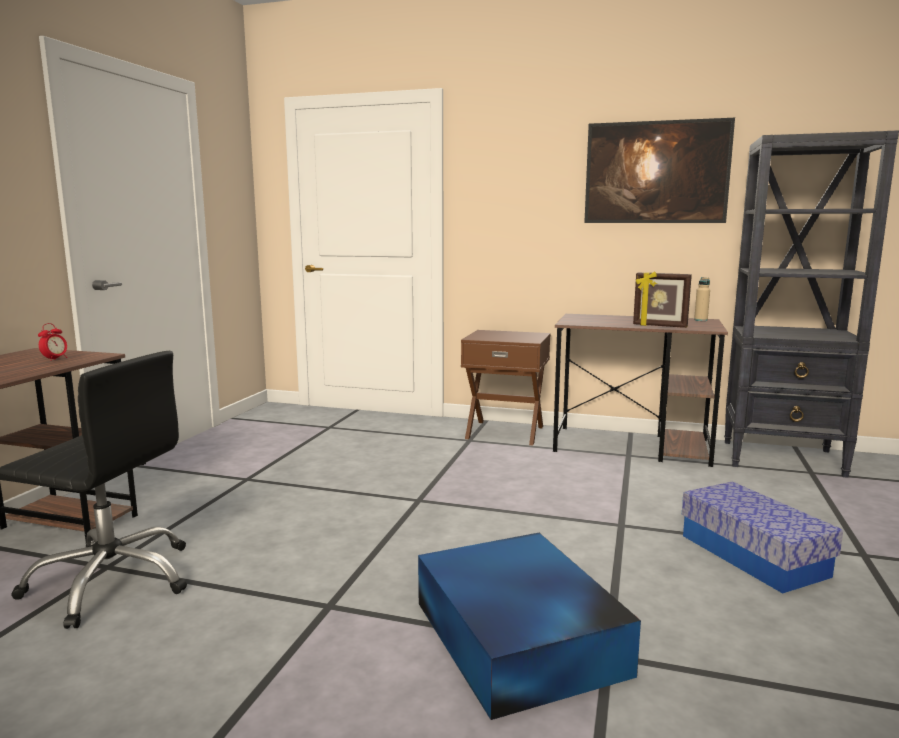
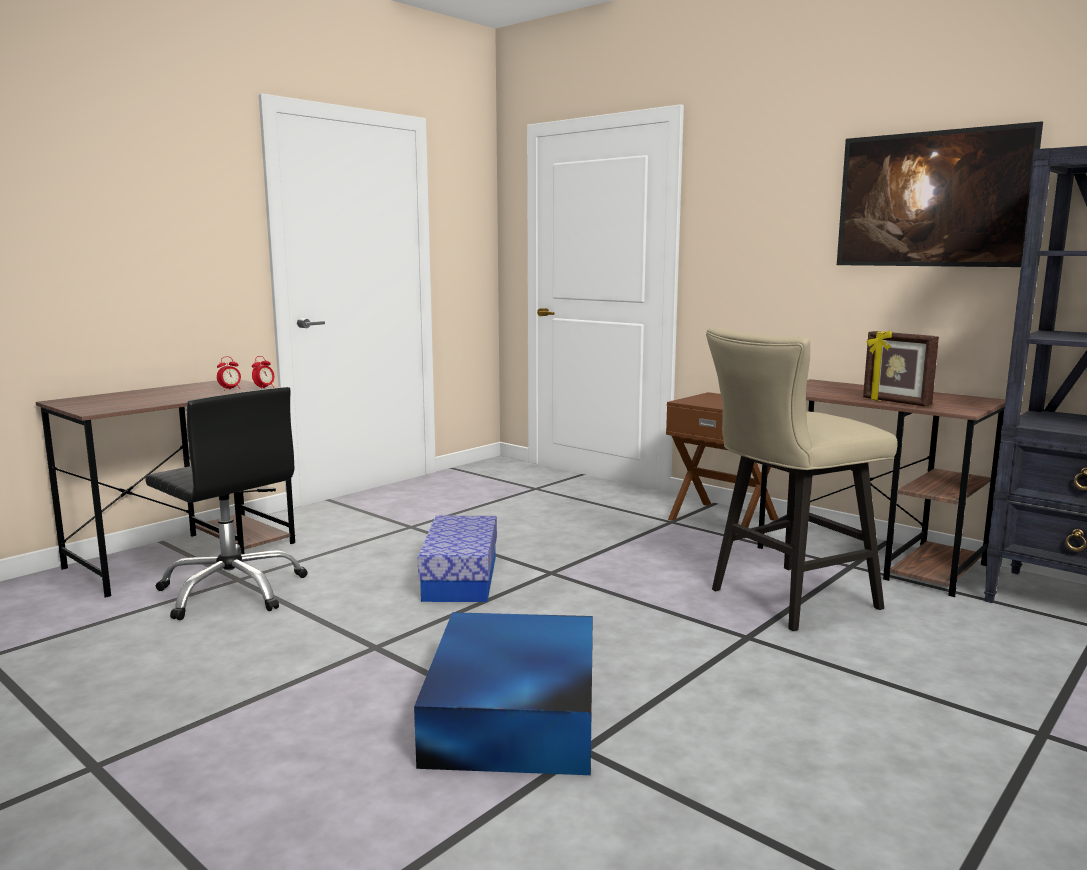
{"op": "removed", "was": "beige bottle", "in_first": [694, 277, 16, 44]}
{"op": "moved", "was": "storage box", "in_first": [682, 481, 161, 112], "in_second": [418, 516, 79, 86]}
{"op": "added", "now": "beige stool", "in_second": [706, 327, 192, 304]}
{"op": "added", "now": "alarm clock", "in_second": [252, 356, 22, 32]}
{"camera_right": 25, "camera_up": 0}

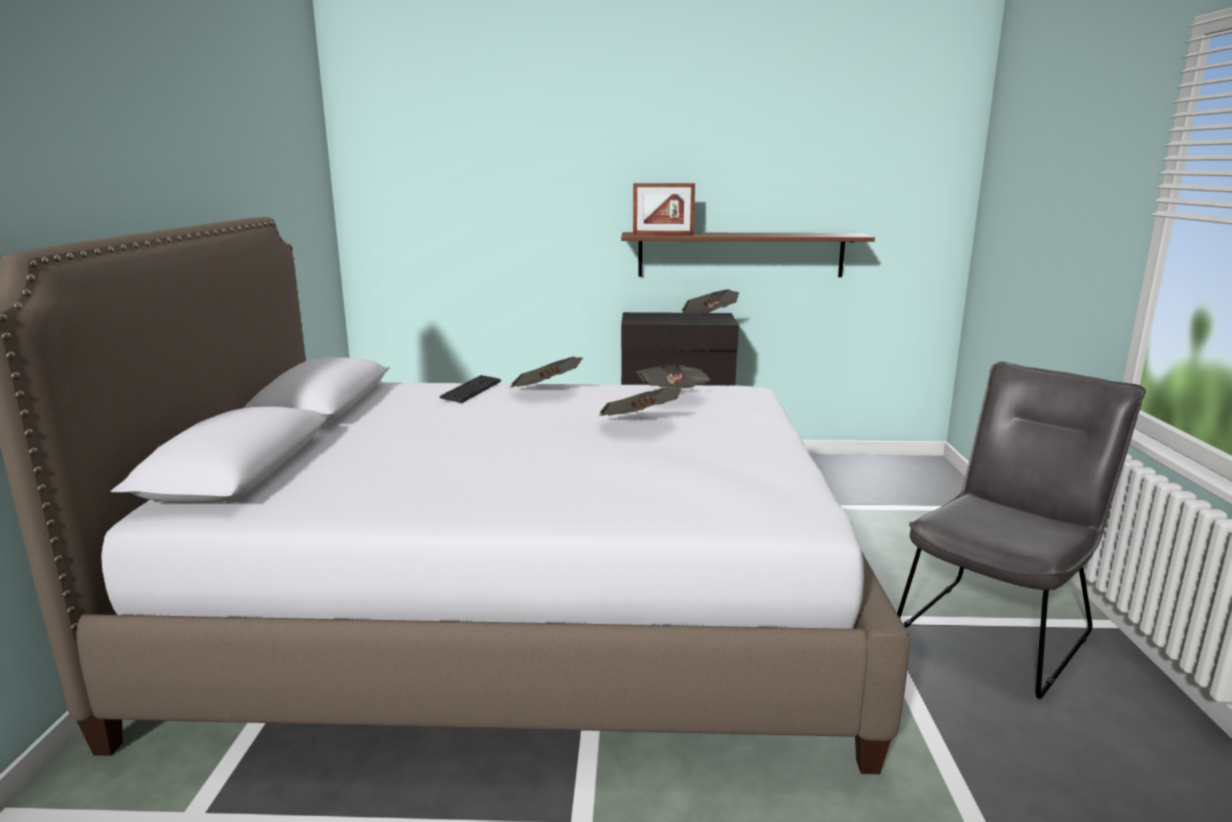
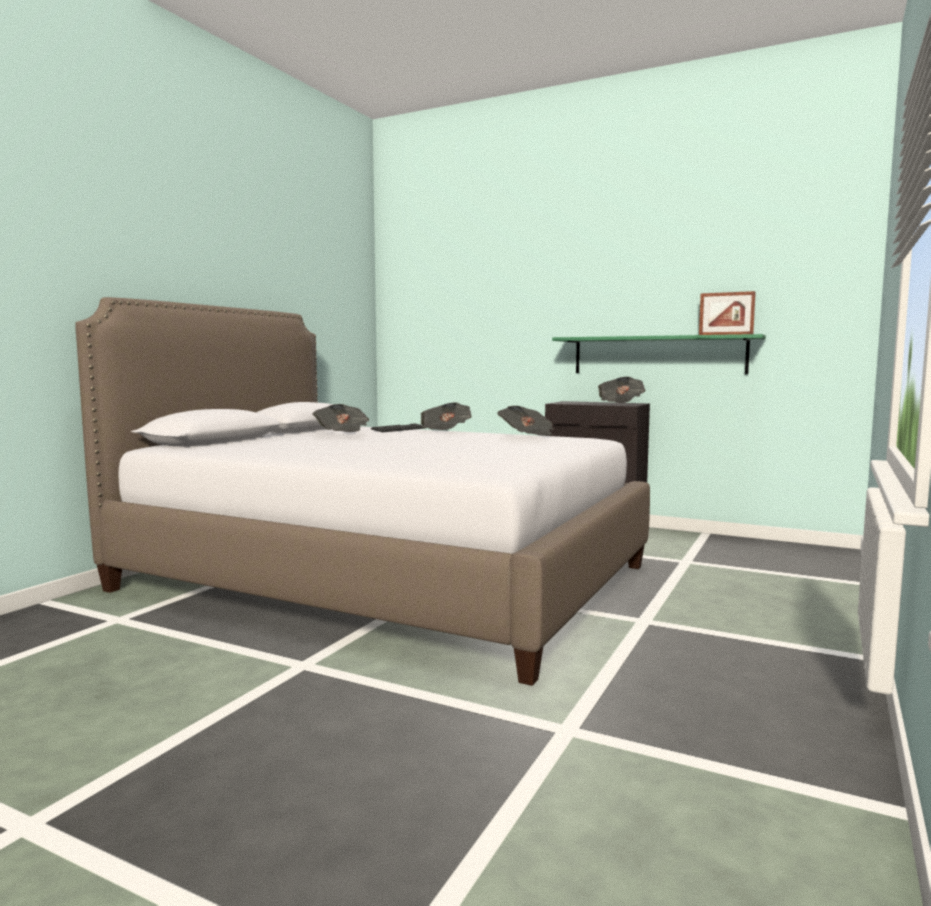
{"op": "moved", "was": "picture frame", "in_first": [633, 183, 62, 52], "in_second": [699, 291, 57, 44]}
{"op": "recoloured", "was": "brown shelf", "now": "green shelf", "in_first": [621, 232, 254, 45], "in_second": [552, 334, 214, 40]}
{"op": "removed", "was": "grey chair", "in_first": [897, 361, 249, 338]}
{"op": "moved", "was": "newspaper", "in_first": [600, 387, 82, 29], "in_second": [313, 404, 56, 28]}
{"camera_right": 25, "camera_up": -10}

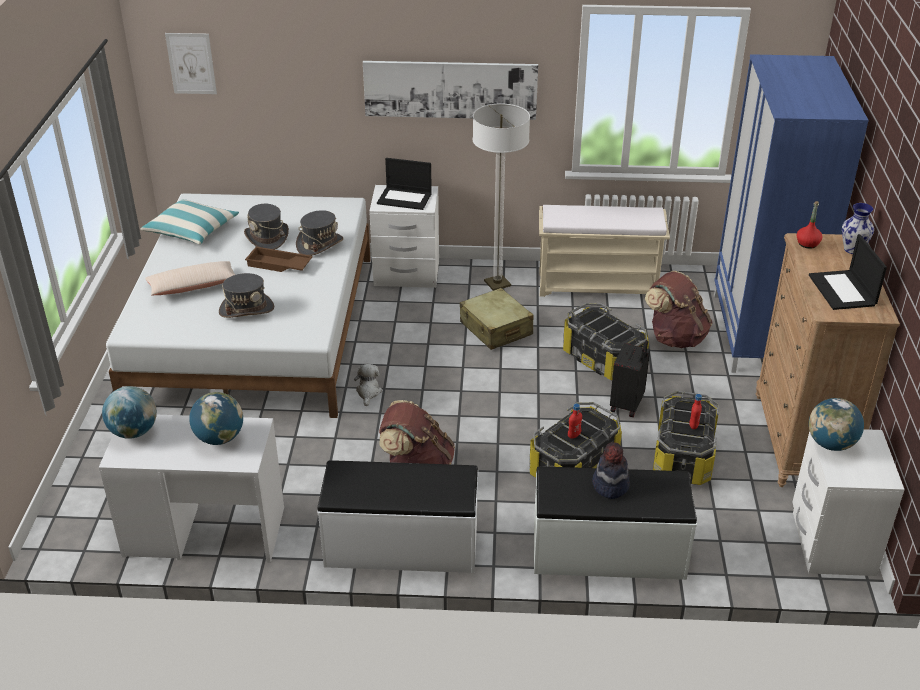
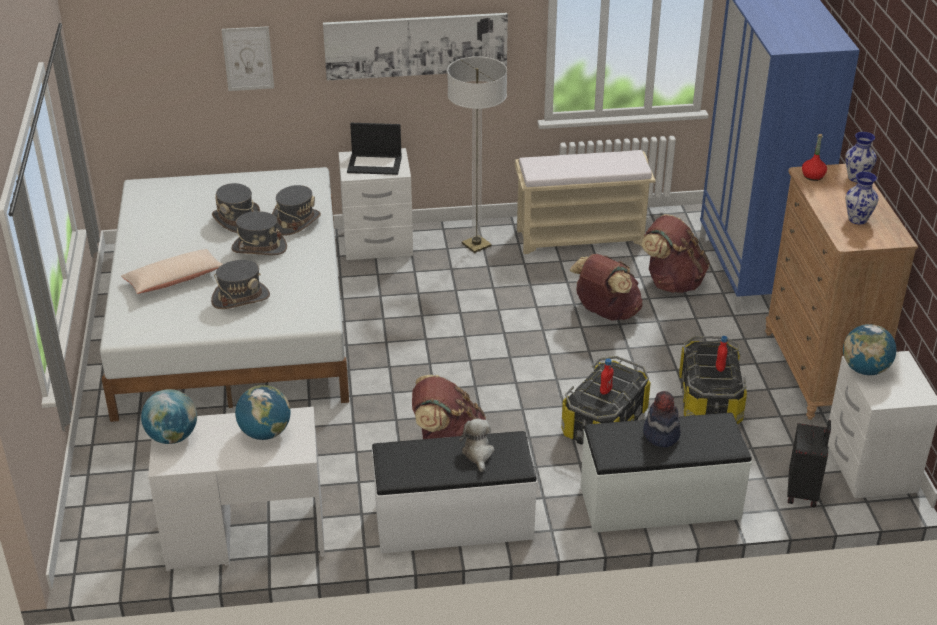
{"op": "moved", "was": "picture", "in_first": [165, 33, 52, 61], "in_second": [221, 26, 53, 65]}
{"op": "removed", "was": "pillow", "in_first": [140, 199, 99, 46]}
{"op": "replaced", "was": "laptop", "now": "vase", "in_first": [809, 234, 78, 76], "in_second": [846, 172, 32, 52]}
{"op": "replaced", "was": "brown tray", "now": "grey hat", "in_first": [245, 247, 68, 25], "in_second": [231, 211, 56, 44]}
{"op": "removed", "was": "beige suitcase", "in_first": [460, 288, 74, 62]}
{"op": "replaced", "was": "storage box", "now": "brown backpack", "in_first": [563, 303, 86, 77], "in_second": [570, 254, 73, 67]}
{"op": "moved", "was": "black suitcase", "in_first": [610, 340, 40, 77], "in_second": [787, 420, 44, 87]}
{"op": "moved", "was": "plush toy", "in_first": [354, 364, 28, 42], "in_second": [459, 419, 36, 53]}
{"camera_right": -10, "camera_up": 0}

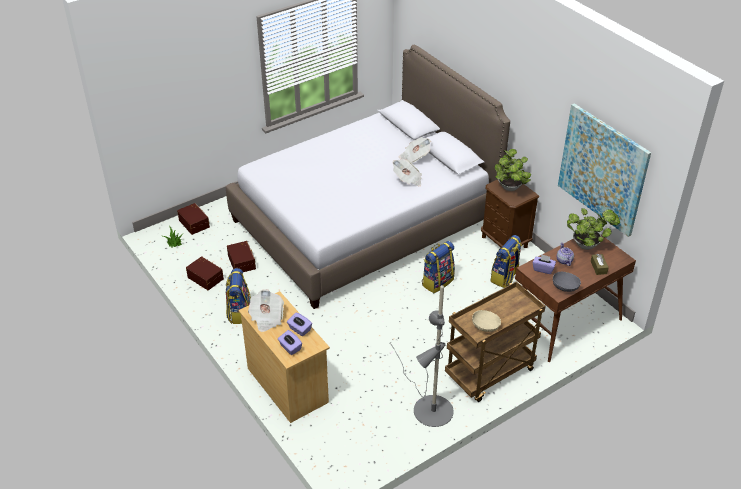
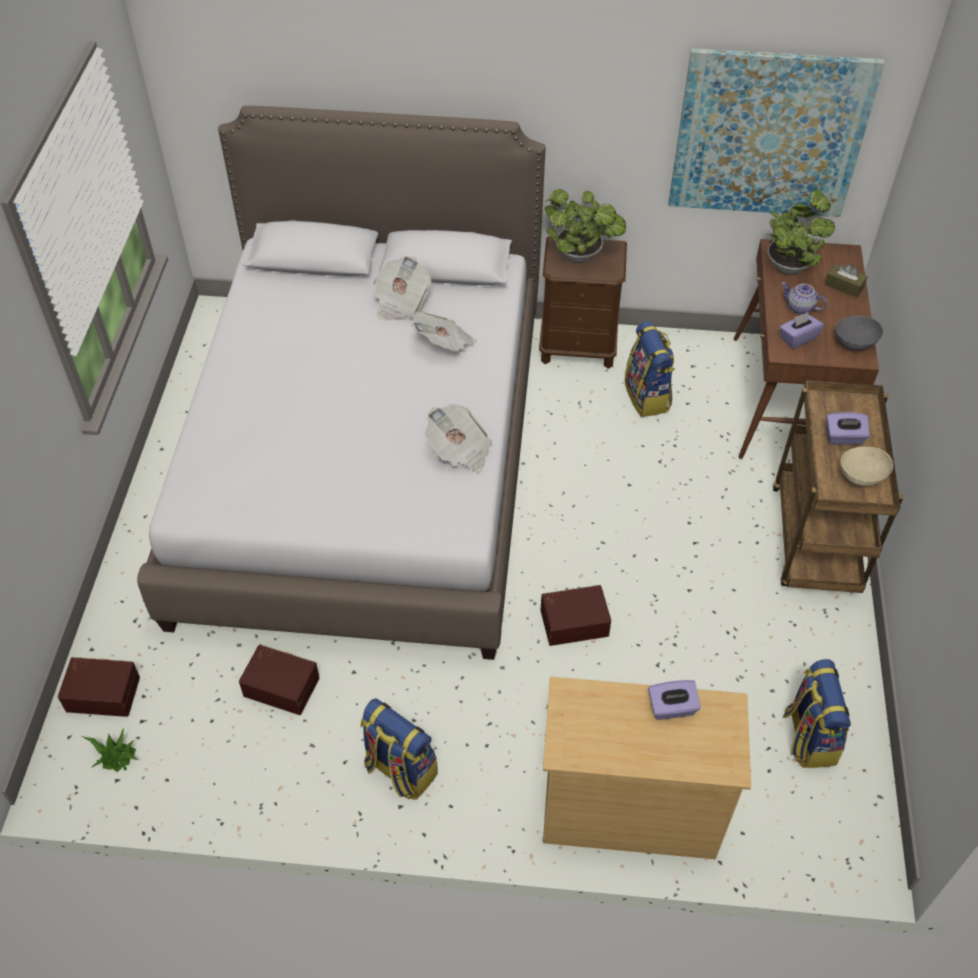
{"op": "moved", "was": "backpack", "in_first": [422, 241, 33, 52], "in_second": [783, 659, 68, 109]}
{"op": "moved", "was": "brown storage box", "in_first": [186, 256, 38, 34], "in_second": [541, 585, 70, 61]}
{"op": "removed", "was": "grey floor lamp", "in_first": [390, 285, 64, 142]}
{"op": "moved", "was": "newspaper", "in_first": [248, 289, 36, 43], "in_second": [425, 405, 67, 67]}
{"op": "moved", "was": "purple tissue box", "in_first": [278, 330, 24, 25], "in_second": [826, 412, 44, 33]}
{"camera_right": -50, "camera_up": 10}

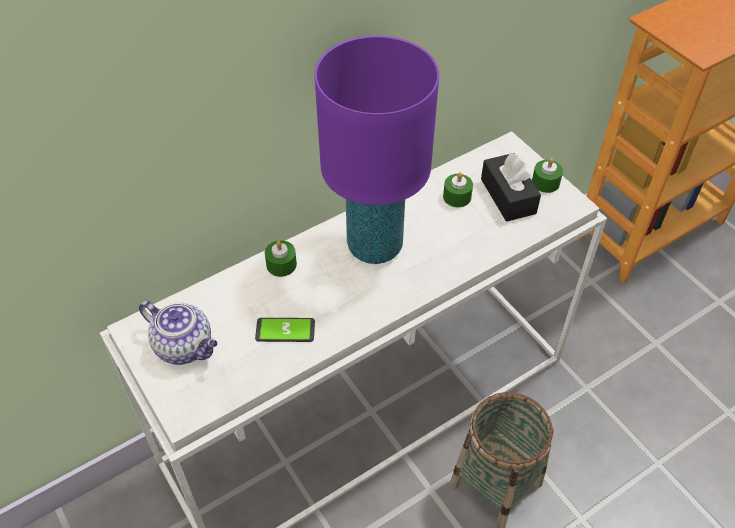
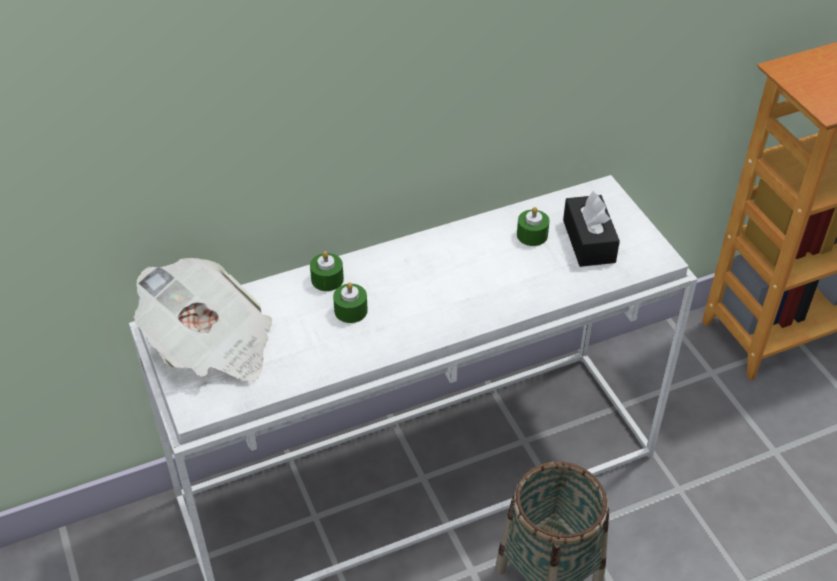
{"op": "removed", "was": "purple table lamp", "in_first": [315, 36, 124, 228]}
{"op": "moved", "was": "green candle", "in_first": [532, 158, 31, 35], "in_second": [333, 282, 35, 41]}
{"op": "replaced", "was": "teapot", "now": "newspaper", "in_first": [139, 300, 79, 65], "in_second": [134, 258, 138, 124]}
{"op": "removed", "was": "phone", "in_first": [255, 318, 60, 24]}
{"camera_right": 10, "camera_up": -5}

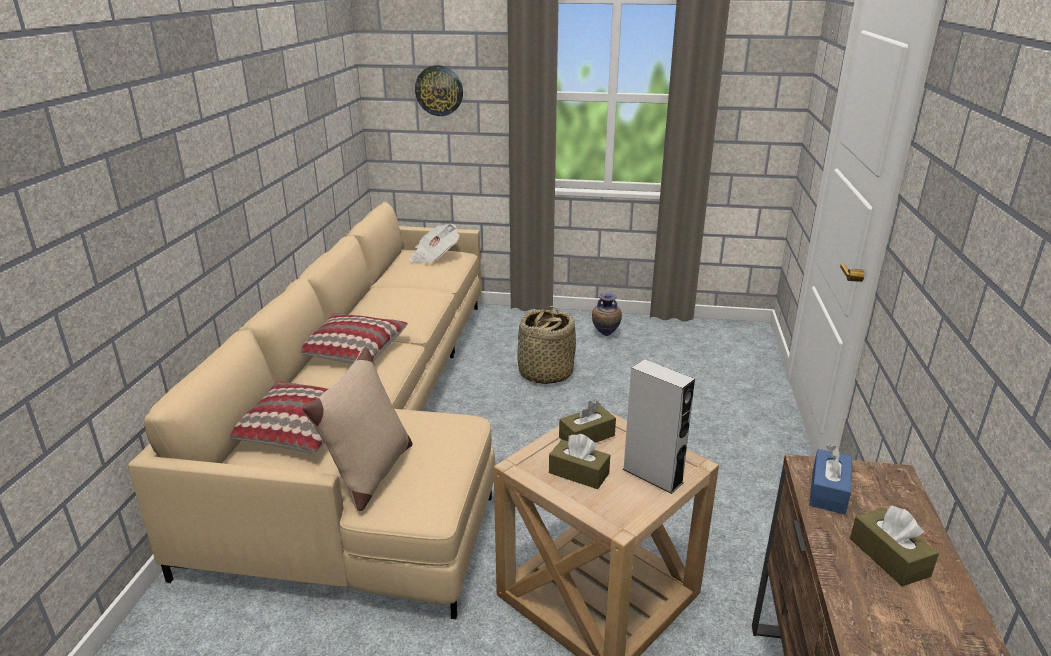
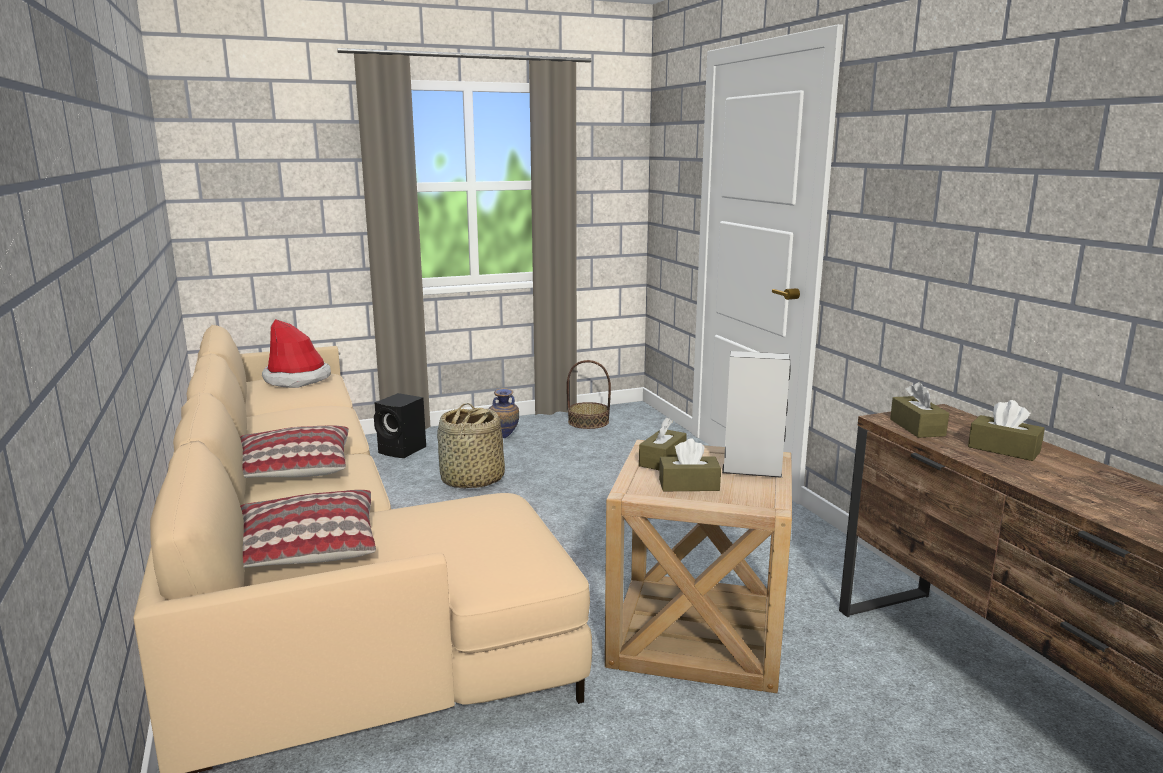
{"op": "removed", "was": "wall clock", "in_first": [415, 65, 48, 51]}
{"op": "replaced", "was": "newspaper", "now": "hat", "in_first": [409, 224, 50, 40], "in_second": [262, 319, 69, 69]}
{"op": "removed", "was": "beige pillow", "in_first": [302, 347, 110, 164]}
{"op": "recoloured", "was": "blue tissue box", "now": "brown tissue box", "in_first": [809, 445, 43, 69], "in_second": [890, 382, 59, 56]}
{"op": "added", "now": "basket", "in_second": [567, 360, 44, 69]}
{"op": "added", "now": "black speaker", "in_second": [374, 393, 52, 65]}
{"camera_right": -30, "camera_up": -10}

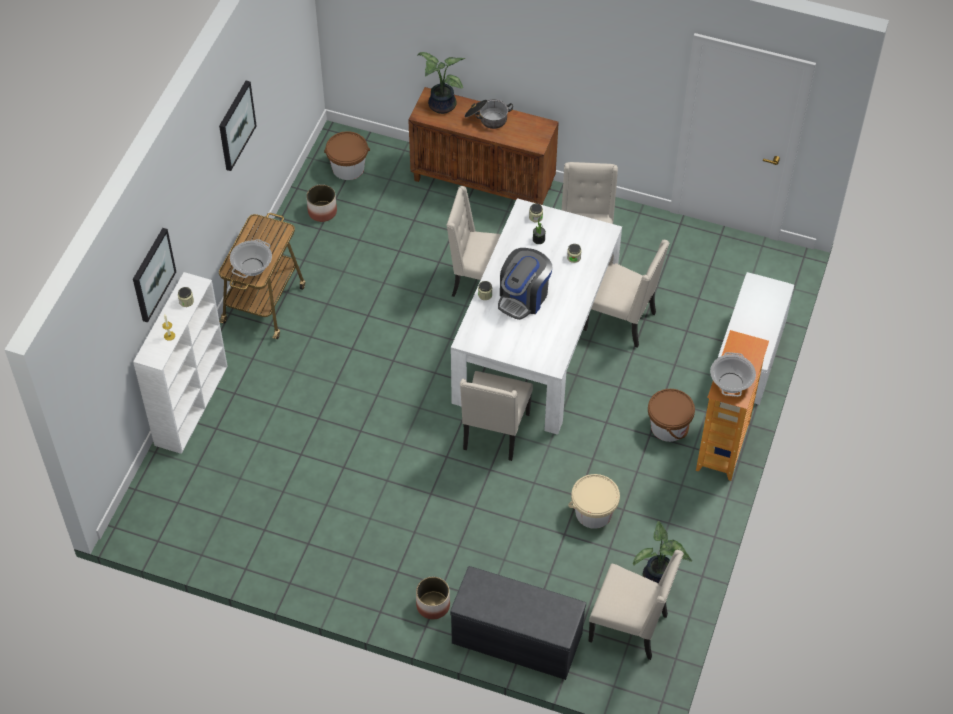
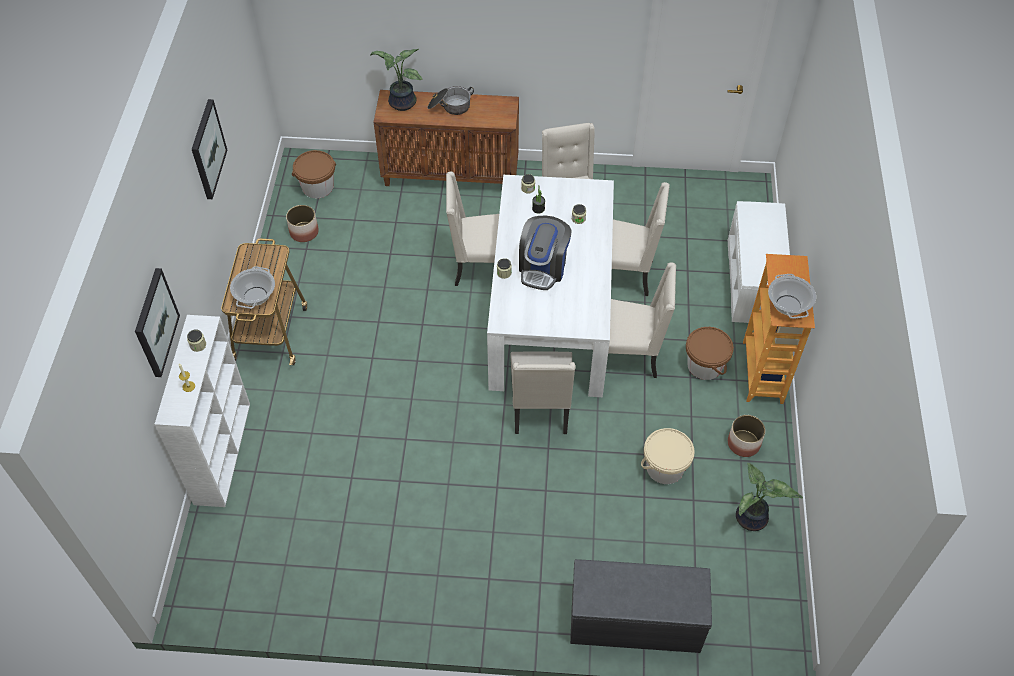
{"op": "moved", "was": "beige chair", "in_first": [589, 550, 95, 110], "in_second": [608, 262, 68, 116]}
{"op": "moved", "was": "planter", "in_first": [416, 577, 34, 42], "in_second": [728, 415, 37, 42]}
{"camera_right": -15, "camera_up": 0}

